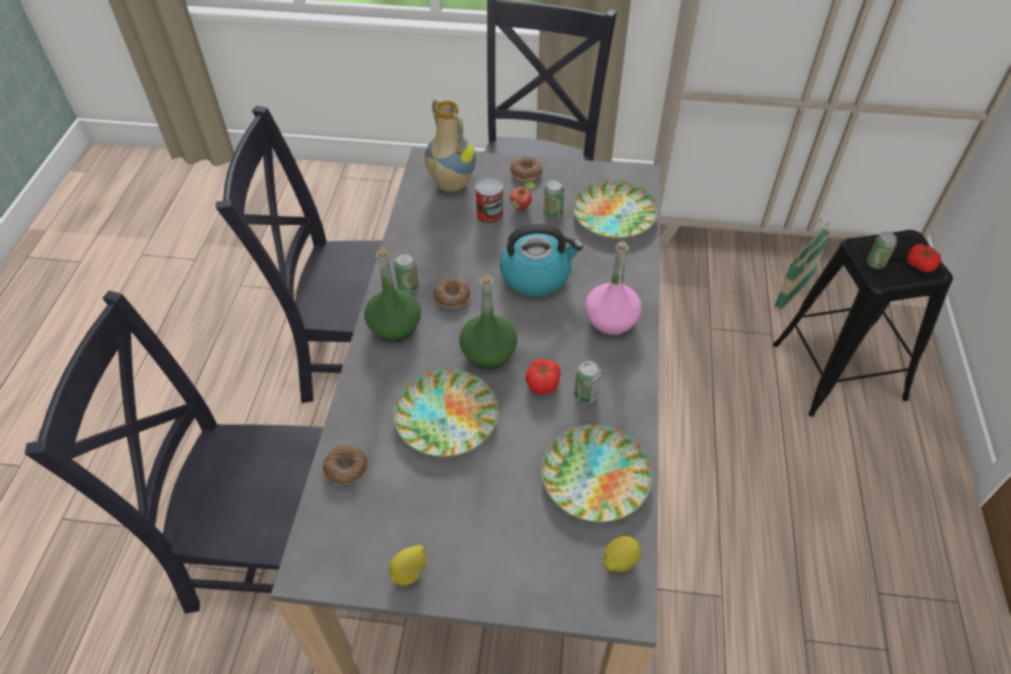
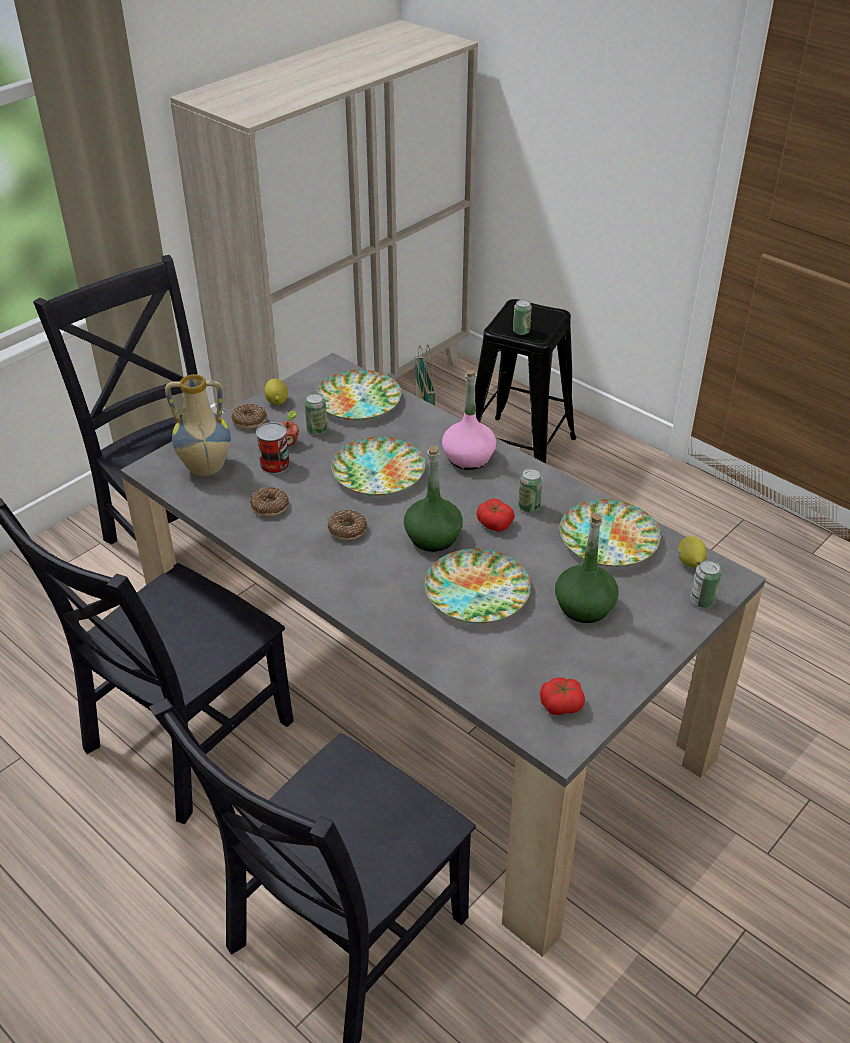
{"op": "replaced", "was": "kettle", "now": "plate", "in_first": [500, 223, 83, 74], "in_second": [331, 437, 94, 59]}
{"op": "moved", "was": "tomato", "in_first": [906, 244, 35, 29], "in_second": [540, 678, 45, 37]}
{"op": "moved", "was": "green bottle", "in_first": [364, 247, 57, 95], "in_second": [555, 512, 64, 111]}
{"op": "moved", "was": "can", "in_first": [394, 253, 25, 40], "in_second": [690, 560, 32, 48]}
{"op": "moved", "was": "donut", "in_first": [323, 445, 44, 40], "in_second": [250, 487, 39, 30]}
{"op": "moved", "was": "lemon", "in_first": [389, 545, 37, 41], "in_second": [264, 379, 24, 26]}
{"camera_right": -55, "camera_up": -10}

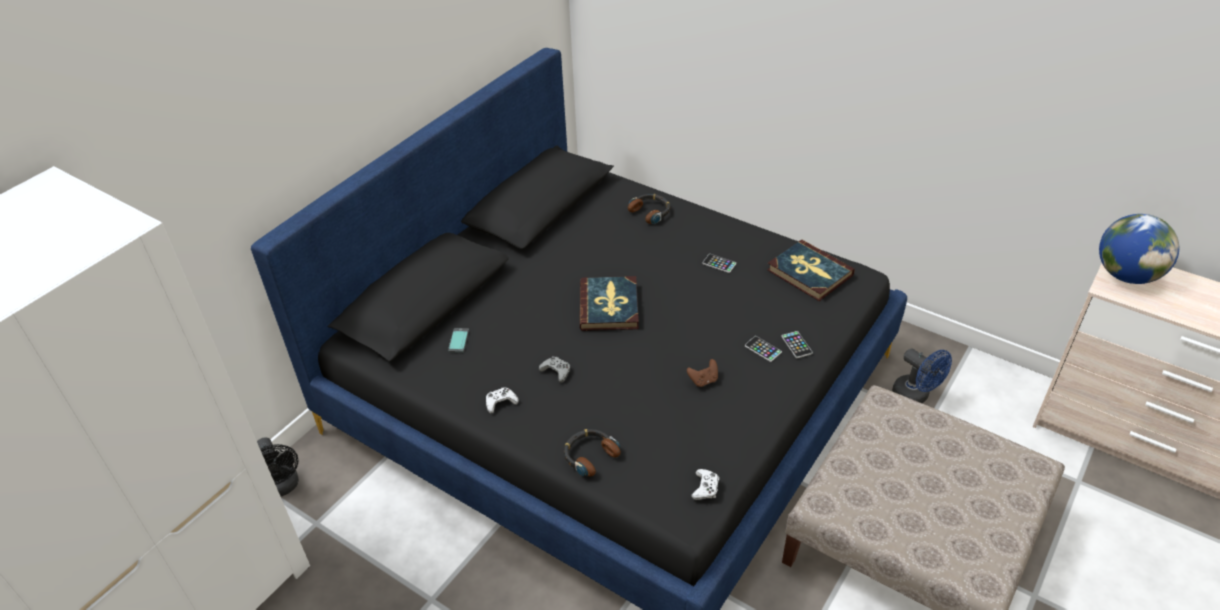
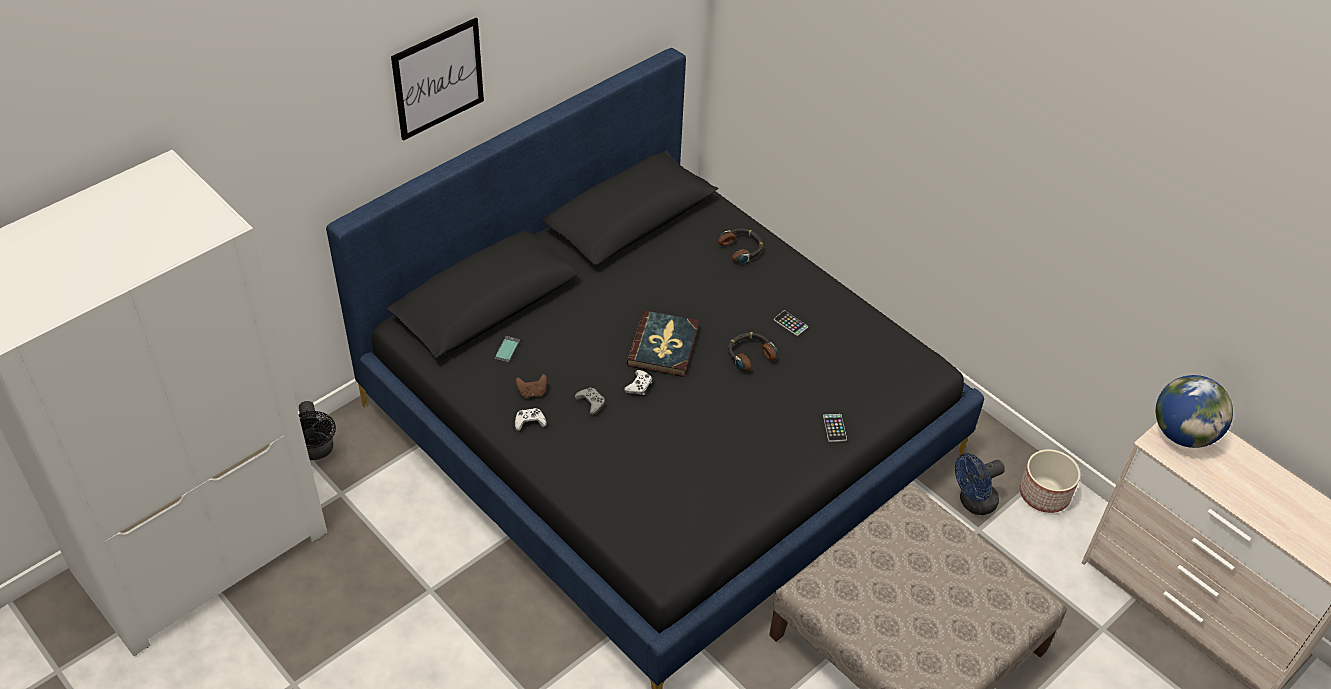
{"op": "removed", "was": "book", "in_first": [767, 240, 88, 61]}
{"op": "removed", "was": "phone", "in_first": [745, 336, 37, 26]}
{"op": "turned", "was": "blue fan", "in_first": [892, 348, 60, 55], "in_second": [955, 453, 50, 62], "clockwise": 90}
{"op": "moved", "was": "brown game controller", "in_first": [687, 359, 31, 28], "in_second": [516, 374, 31, 24]}
{"op": "moved", "was": "headphones", "in_first": [564, 429, 57, 47], "in_second": [728, 332, 50, 39]}
{"op": "moved", "was": "white game controller", "in_first": [691, 469, 28, 31], "in_second": [624, 370, 28, 25]}
{"op": "added", "now": "picture", "in_second": [391, 18, 93, 123]}
{"op": "added", "now": "planter", "in_second": [1019, 449, 61, 64]}
{"camera_right": 10, "camera_up": 5}

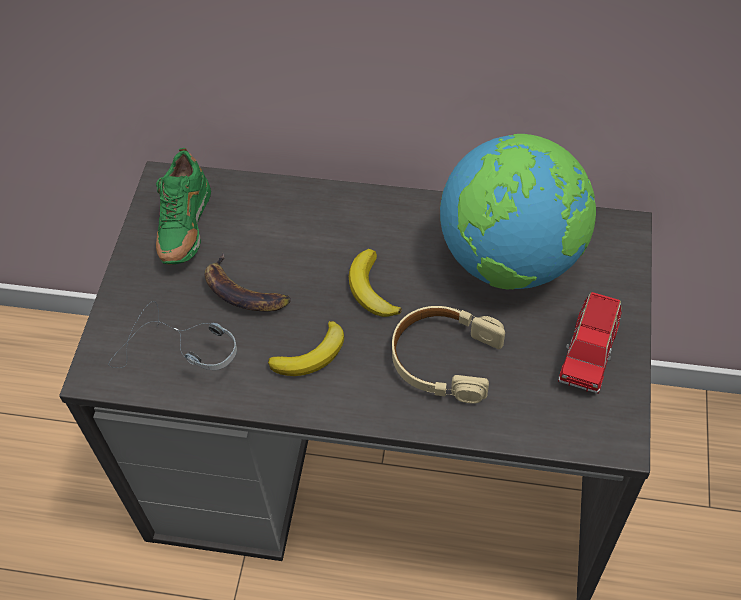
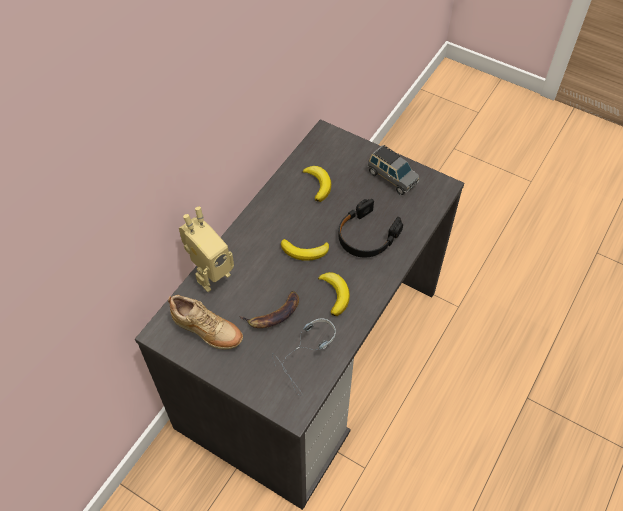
{"op": "replaced", "was": "globe", "now": "banana", "in_first": [440, 134, 156, 156], "in_second": [302, 166, 29, 36]}
{"op": "recoloured", "was": "green shoe", "now": "beige shoe", "in_first": [156, 148, 55, 117], "in_second": [168, 295, 75, 54]}
{"op": "recoloured", "was": "red toy car", "now": "grey toy car", "in_first": [558, 292, 64, 102], "in_second": [368, 145, 51, 50]}
{"op": "recoloured", "was": "beige headphones", "now": "black headphones", "in_first": [392, 306, 113, 98], "in_second": [338, 199, 65, 58]}
{"op": "added", "now": "toy robot", "in_second": [179, 207, 55, 85]}
{"camera_right": -70, "camera_up": 0}

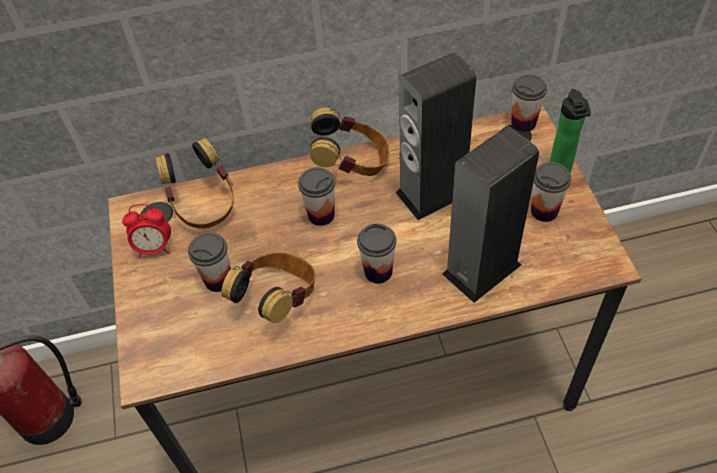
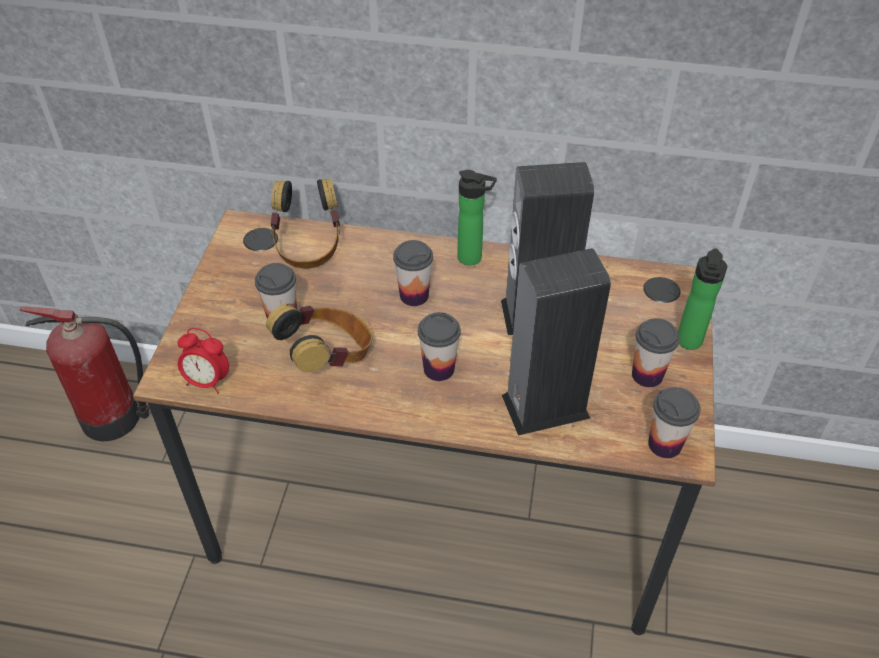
{"op": "moved", "was": "cup", "in_first": [511, 74, 36, 58], "in_second": [648, 387, 53, 71]}
{"op": "replaced", "was": "headphones", "now": "bottle", "in_first": [310, 108, 80, 68], "in_second": [457, 170, 40, 95]}
{"op": "moved", "was": "alarm clock", "in_first": [122, 204, 49, 54], "in_second": [177, 328, 52, 66]}
{"camera_right": 20, "camera_up": -5}

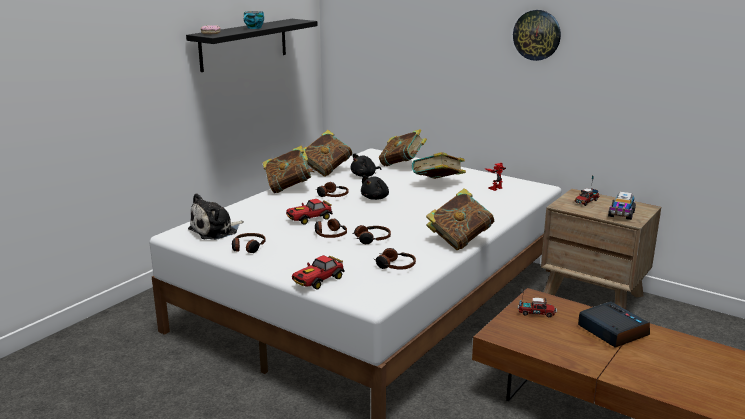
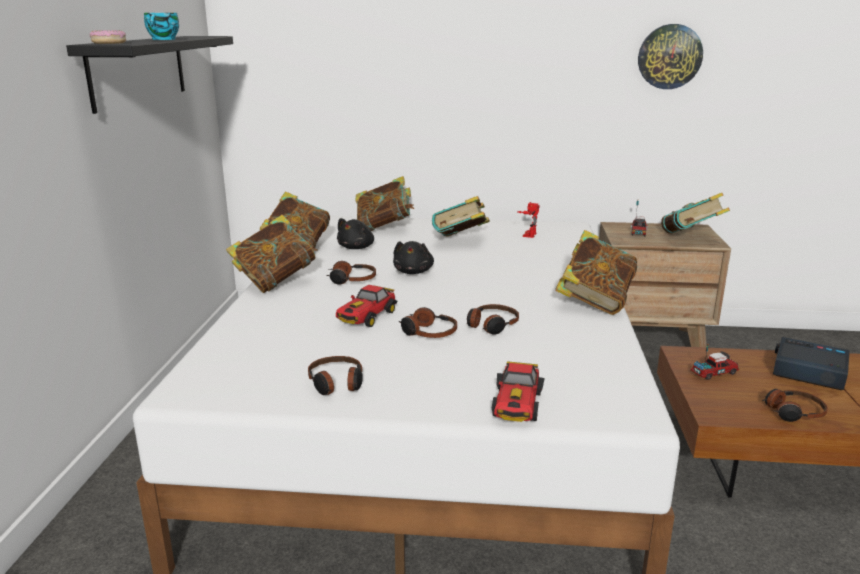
{"op": "moved", "was": "wall clock", "in_first": [513, 10, 48, 51], "in_second": [638, 24, 65, 65]}
{"op": "replaced", "was": "toy truck", "now": "book", "in_first": [608, 192, 28, 28], "in_second": [661, 193, 69, 41]}
{"op": "removed", "was": "plush toy", "in_first": [188, 193, 56, 47]}
{"op": "moved", "was": "headphones", "in_first": [374, 248, 42, 22], "in_second": [762, 389, 66, 33]}
{"camera_right": -30, "camera_up": 0}

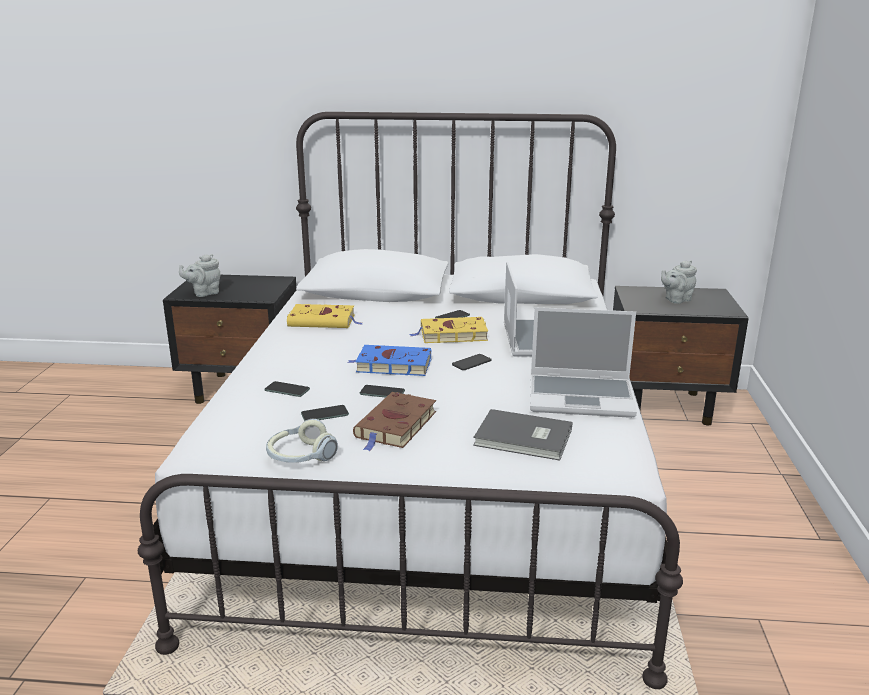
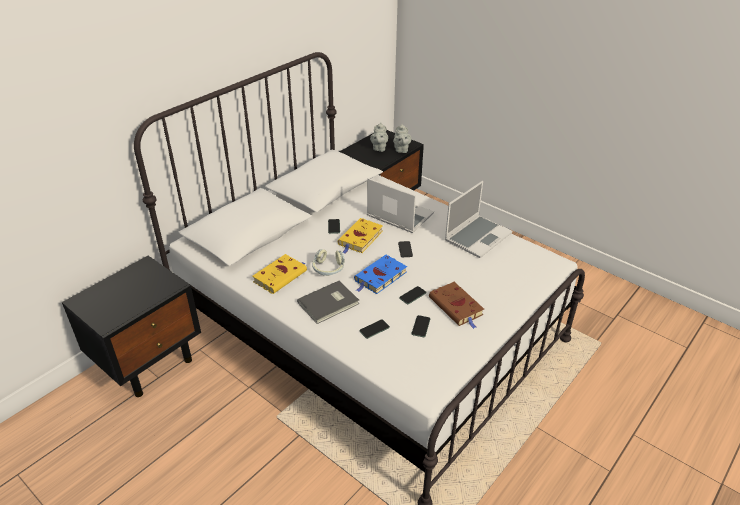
{"op": "moved", "was": "grey teapot", "in_first": [179, 254, 41, 43], "in_second": [393, 124, 18, 29]}
{"op": "moved", "was": "grey book", "in_first": [473, 409, 99, 52], "in_second": [297, 281, 62, 43]}
{"op": "moved", "was": "headphones", "in_first": [266, 419, 72, 44], "in_second": [312, 249, 32, 27]}
{"camera_right": -55, "camera_up": 15}

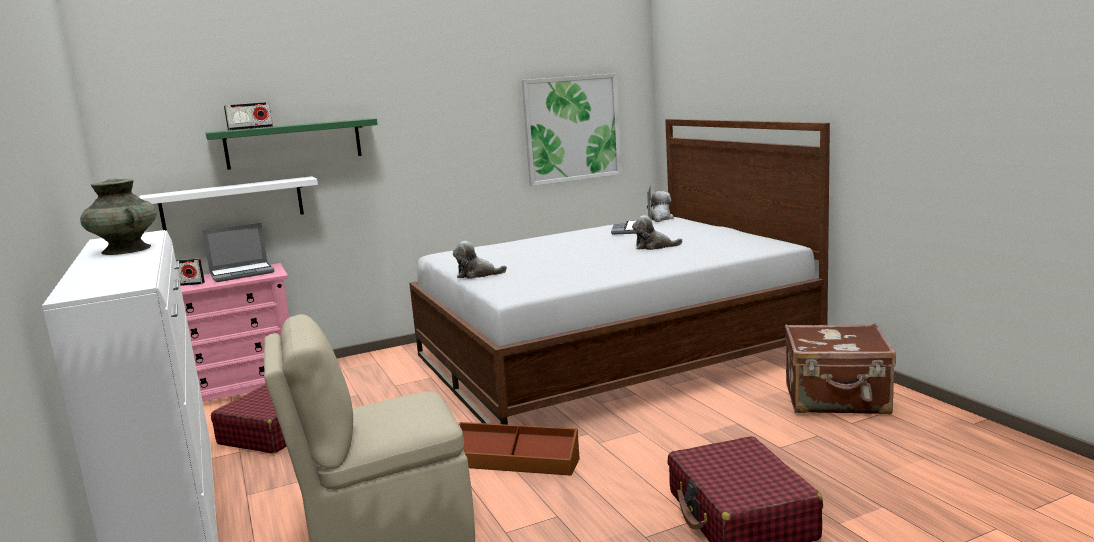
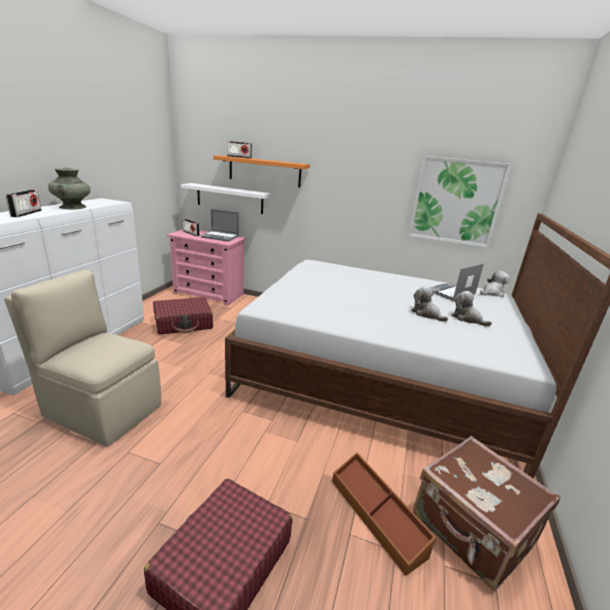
{"op": "recoloured", "was": "green shelf", "now": "orange shelf", "in_first": [205, 118, 173, 52], "in_second": [213, 155, 97, 32]}
{"op": "moved", "was": "plush toy", "in_first": [453, 241, 54, 38], "in_second": [451, 291, 41, 36]}
{"op": "moved", "was": "brown storage box", "in_first": [459, 422, 121, 54], "in_second": [332, 452, 104, 124]}
{"op": "added", "now": "radio", "in_second": [6, 190, 35, 27]}
{"camera_right": 40, "camera_up": 10}

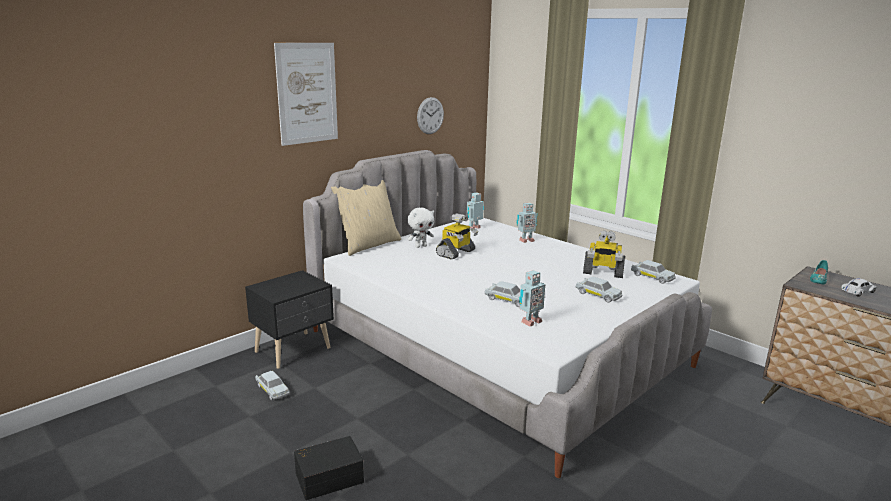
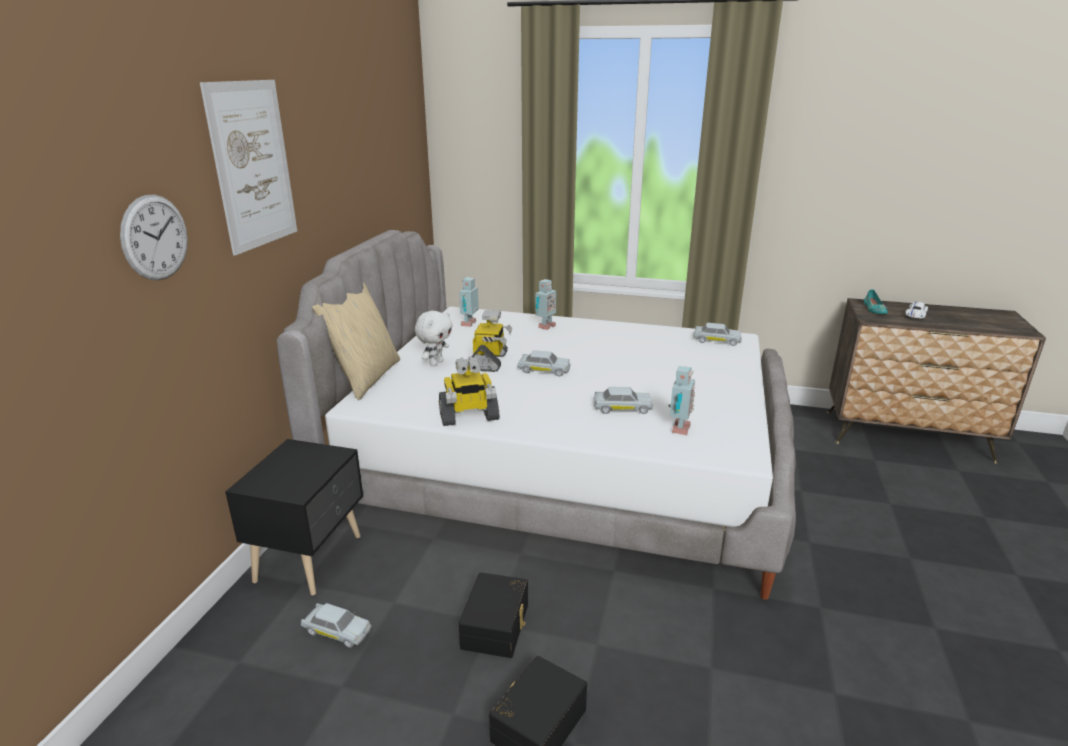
{"op": "moved", "was": "wall clock", "in_first": [417, 97, 27, 37], "in_second": [120, 195, 68, 85]}
{"op": "moved", "was": "toy robot", "in_first": [583, 230, 42, 48], "in_second": [439, 357, 61, 69]}
{"op": "moved", "was": "white toy car", "in_first": [575, 277, 48, 26], "in_second": [517, 350, 53, 26]}
{"op": "added", "now": "black storage box", "in_second": [459, 572, 69, 86]}
{"camera_right": -30, "camera_up": 5}

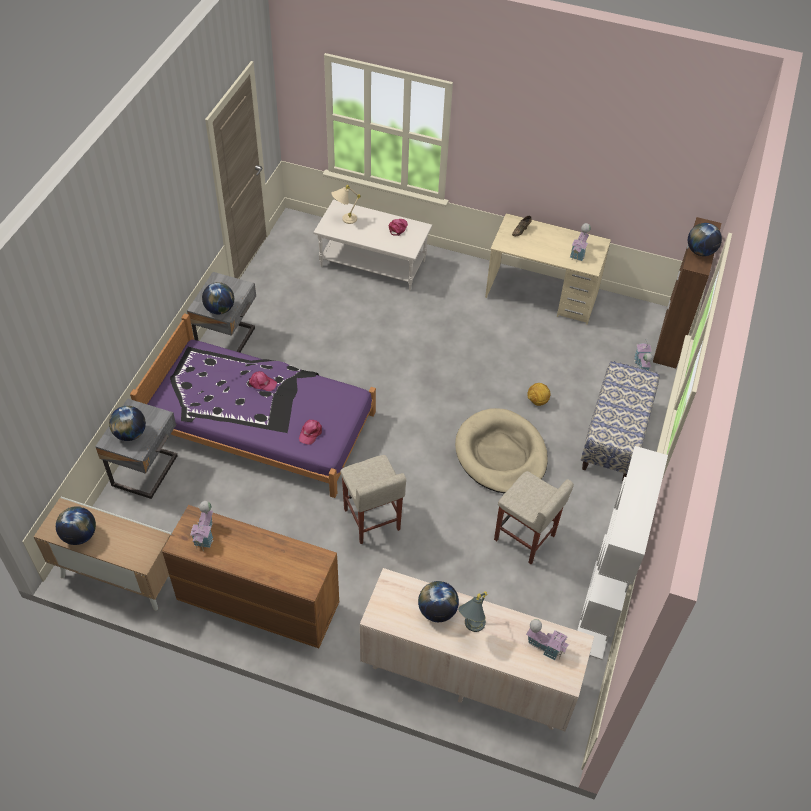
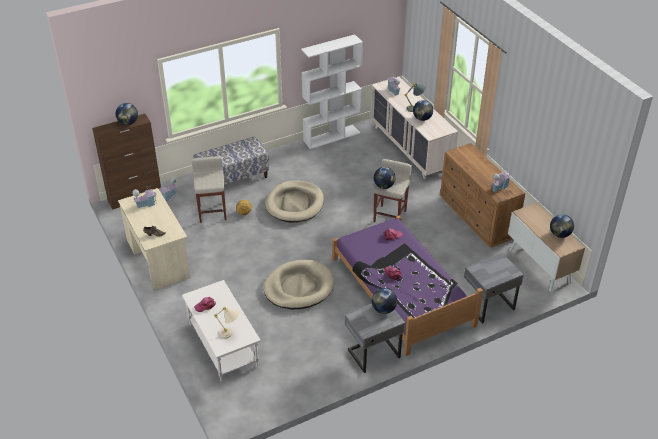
{"op": "moved", "was": "globe", "in_first": [109, 406, 37, 35], "in_second": [374, 167, 21, 22]}
{"op": "moved", "was": "beige stool", "in_first": [494, 471, 80, 93], "in_second": [192, 156, 34, 67]}
{"op": "added", "now": "beige dog bed", "in_second": [264, 260, 70, 49]}
{"camera_right": -135, "camera_up": -10}

